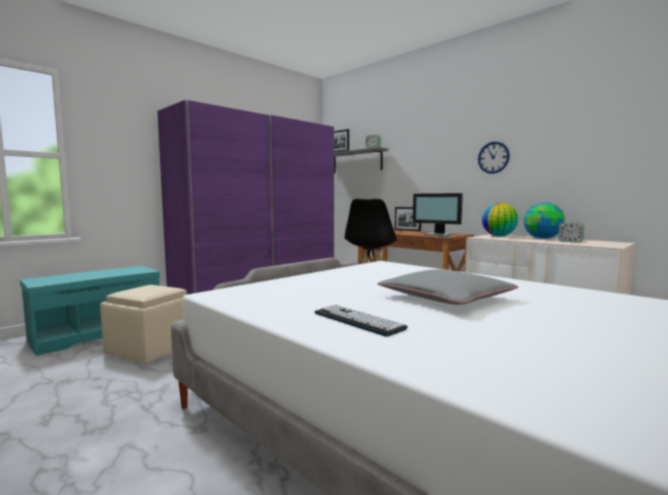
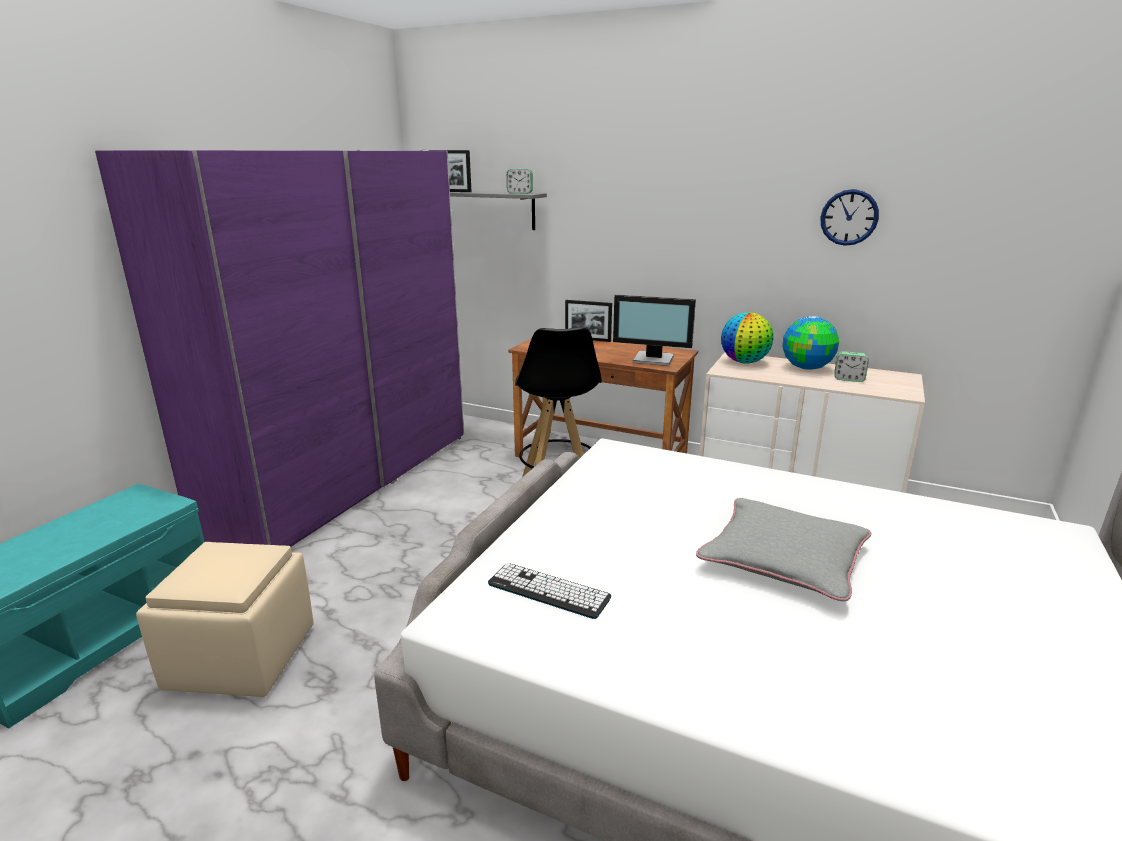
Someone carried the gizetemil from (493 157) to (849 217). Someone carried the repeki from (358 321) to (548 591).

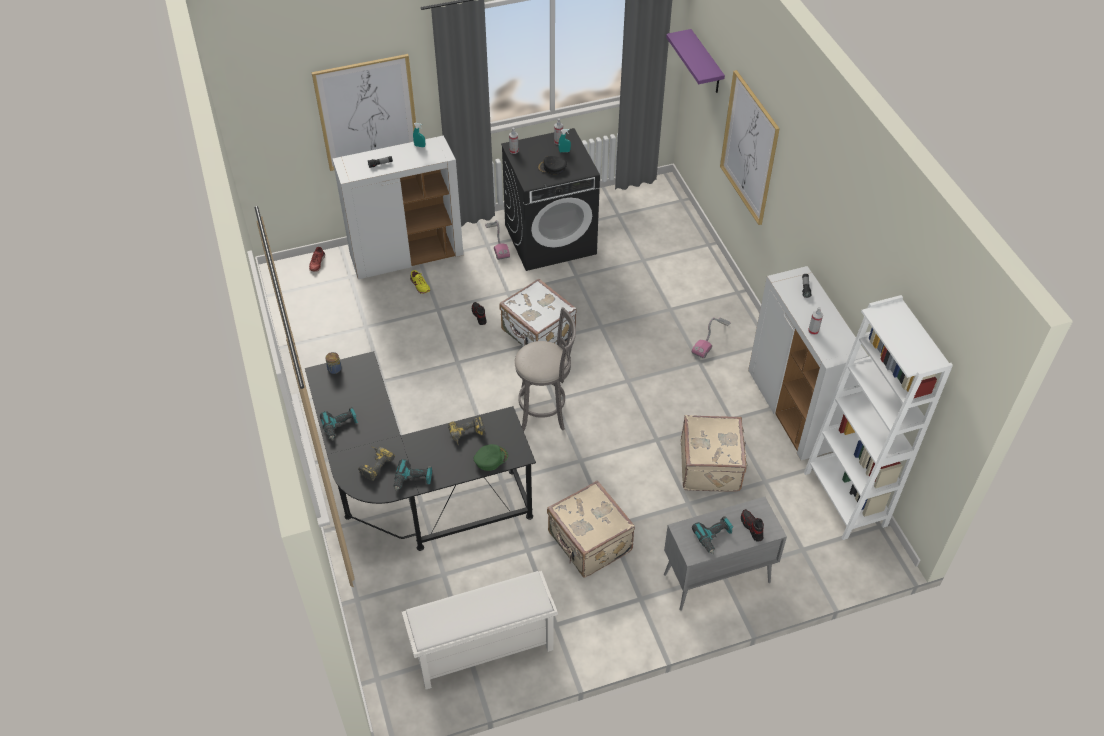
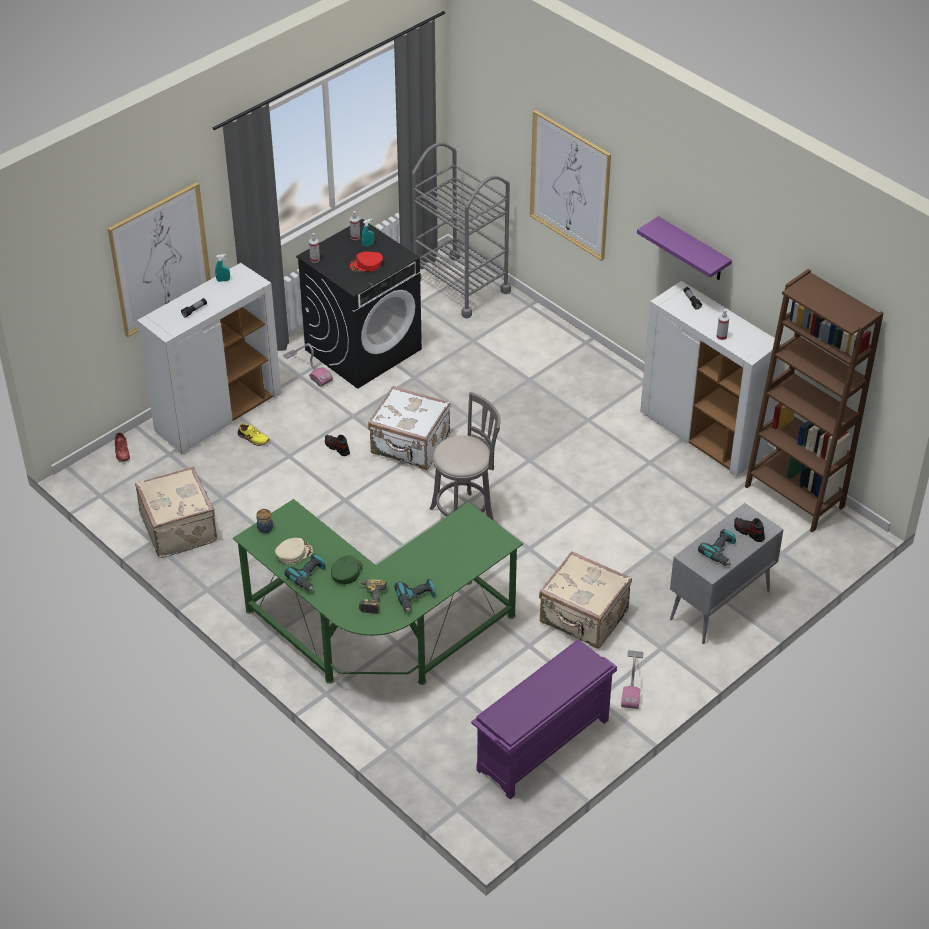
Someone carried the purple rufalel from (706 63) to (693 250). Someone repainted the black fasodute at (552 168), which became the red fasodute at (366 264). Someone repainted the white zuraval at (845 499), which became the brown zuraval at (794 496). Someone carried the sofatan from (711 338) to (632 681). Someone repainted the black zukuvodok at (411 493), which became the green zukuvodok at (379 636). Someone carried the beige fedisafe from (711 466) to (180 528). Someone took away the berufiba at (467 435). Someone carried the green fasodute from (490 458) to (346 572). Someone repainted the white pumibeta at (482 651), which became the purple pumibeta at (542 746). Someone put down the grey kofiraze at (460 286). Someone put down the beige fasodute at (294 553).

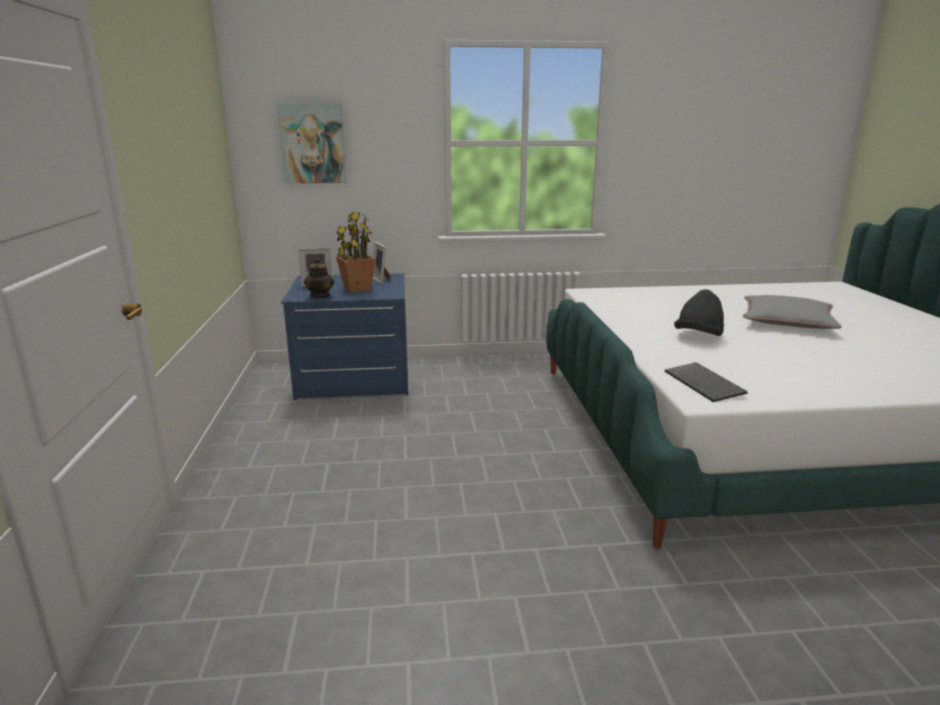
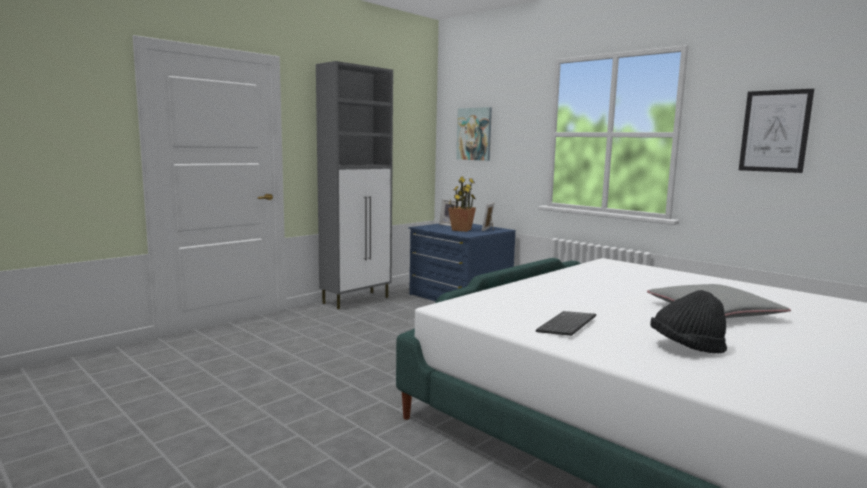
Someone took away the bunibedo at (320 296). Someone carried the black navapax from (698 336) to (686 348). Someone carried the repeki from (705 384) to (568 326). Someone put down the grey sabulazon at (357 300). Someone put up the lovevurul at (774 131).

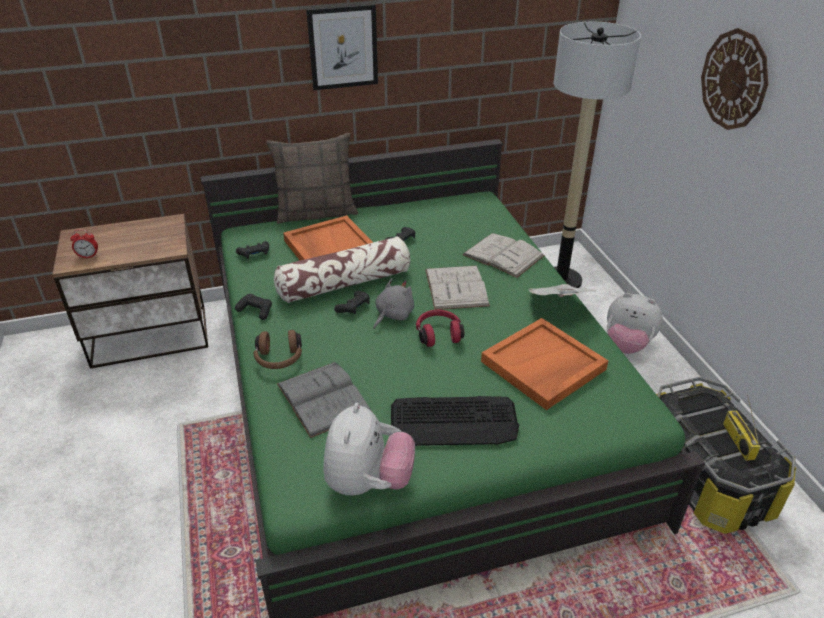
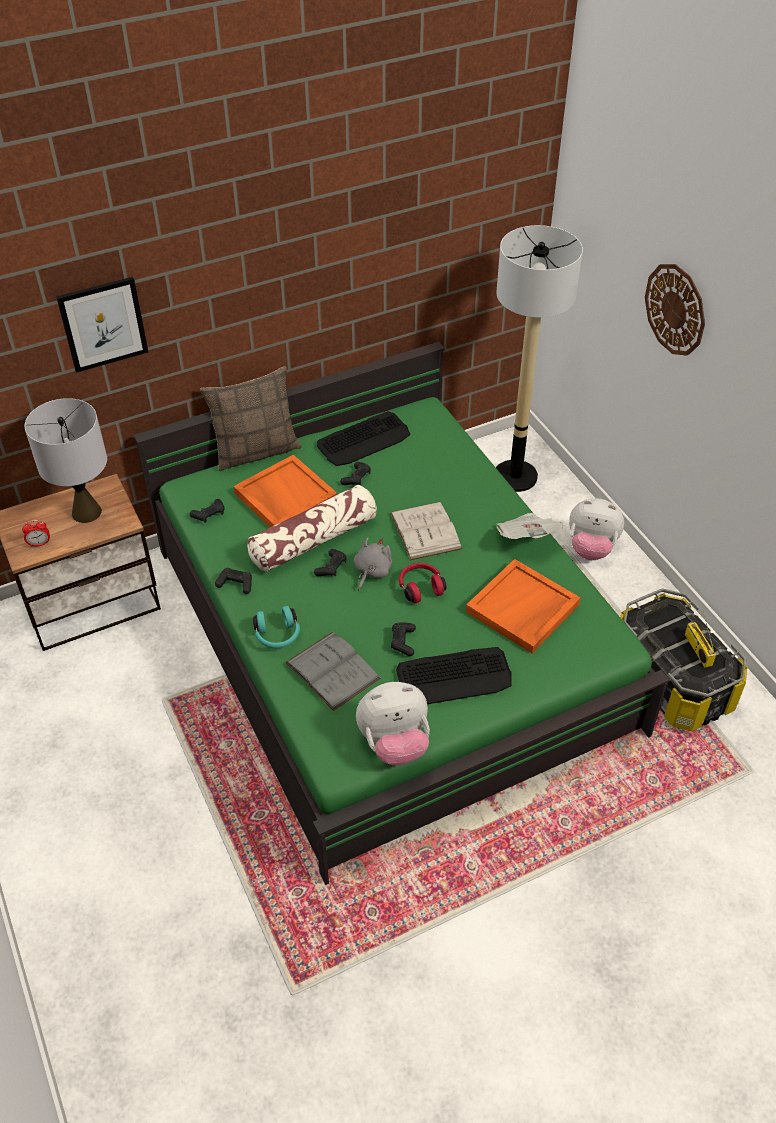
Someone carried the lovevurul from (343 47) to (103 324). Someone took away the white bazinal at (503 255). Someone repainted the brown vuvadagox at (279 359), which became the turquoise vuvadagox at (277 635). Someone rotated the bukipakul at (368 482) by 75 degrees clockwise. Someone put down the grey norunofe at (87 512). Someone put down the repeki at (364 440). Someone put down the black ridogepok at (403 642).

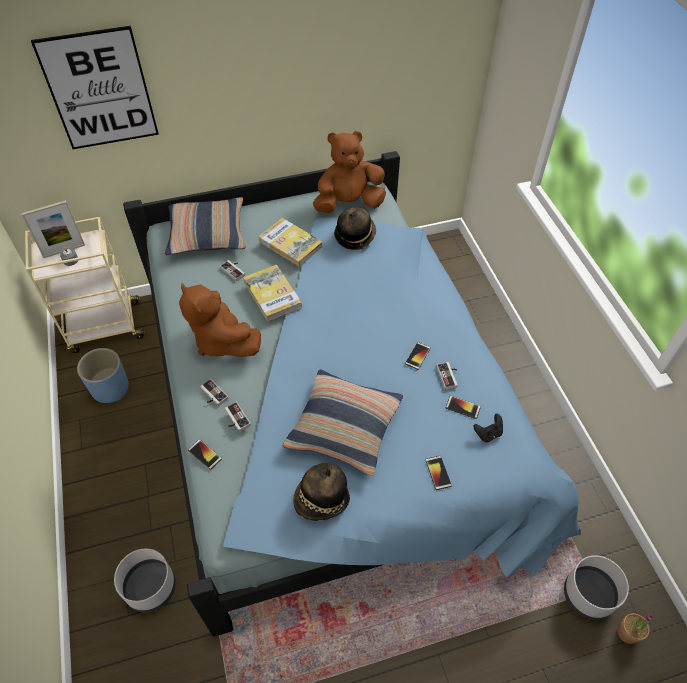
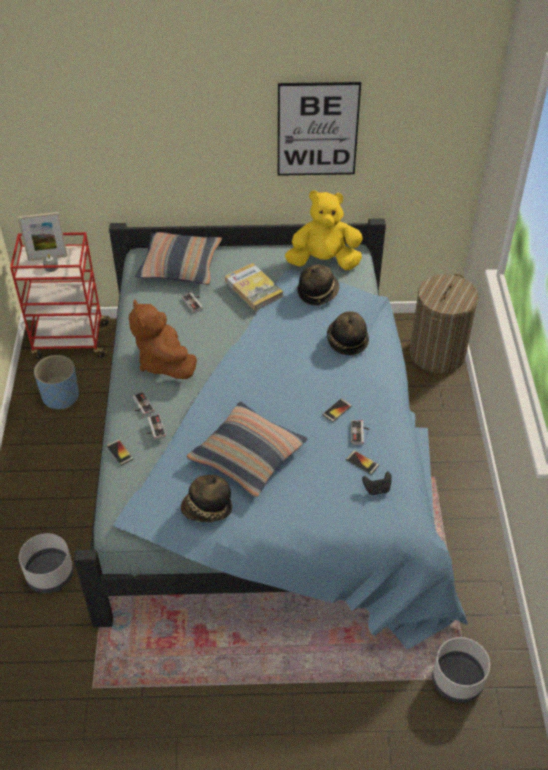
Someone carried the lovevurul from (99 90) to (317 129). Someone repainted the brown bukipakul at (349 203), which became the yellow bukipakul at (324 261). Someone repainted the beige kofiraze at (104 327), which became the red kofiraze at (69 340). Someone took away the bazinal at (272 294). Someone took away the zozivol at (438 473). Someone took away the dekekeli at (627 633). Someone put down the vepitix at (437 353). Someone put down the navapax at (346 340).

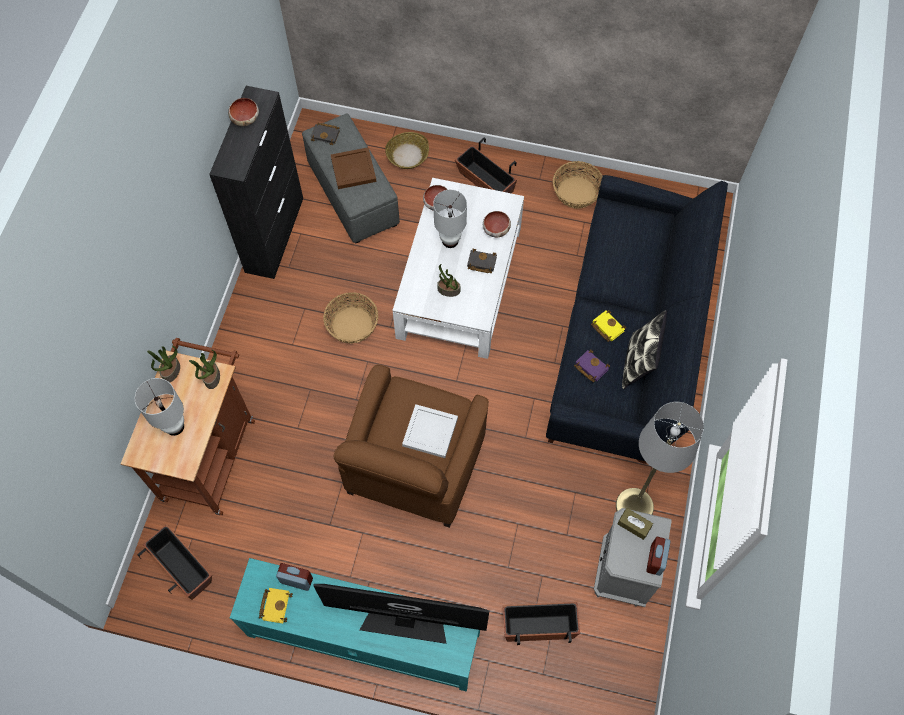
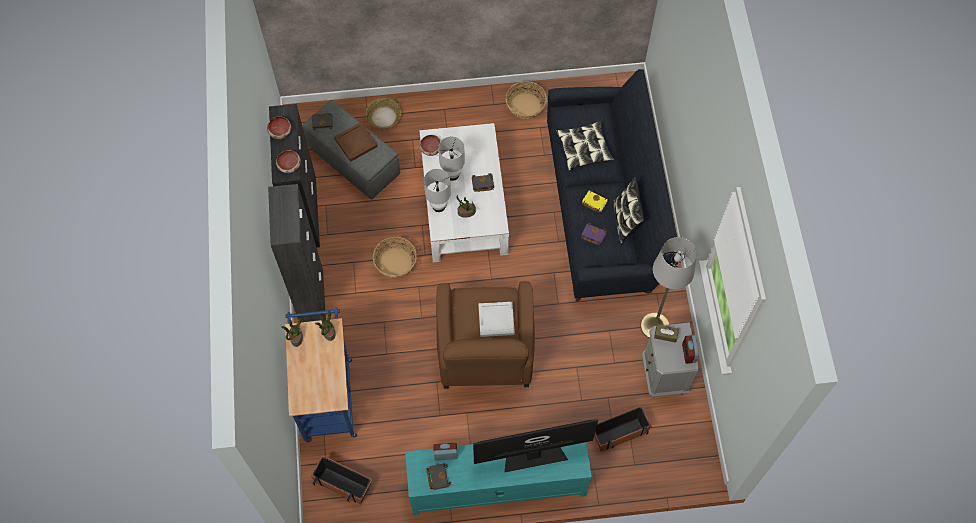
Someone took away the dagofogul at (485 182). Someone carried the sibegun from (496 229) to (289 166). Someone repainted the brown kofiraze at (210 453), which became the blue kofiraze at (327 394). Someone carried the white norunofe from (175 427) to (439 206). Someone repainted the yellow bazinal at (275 605), which became the black bazinal at (437 476). Someone put down the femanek at (584 149). Someone put down the black sabulazon at (311 296).

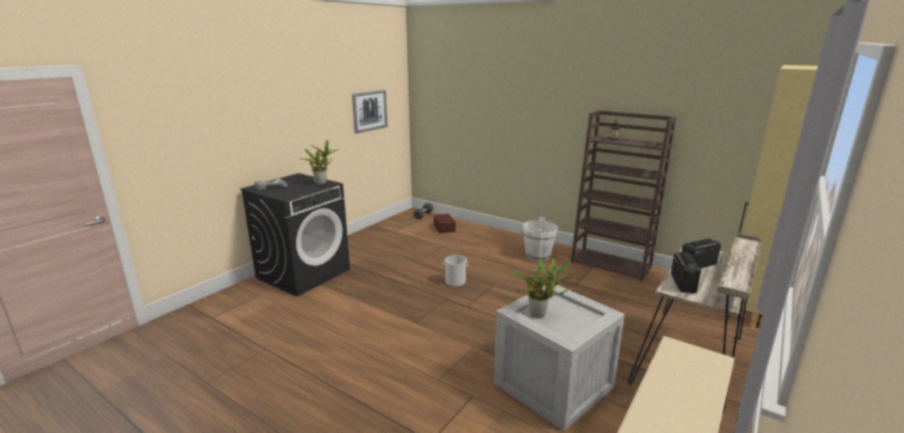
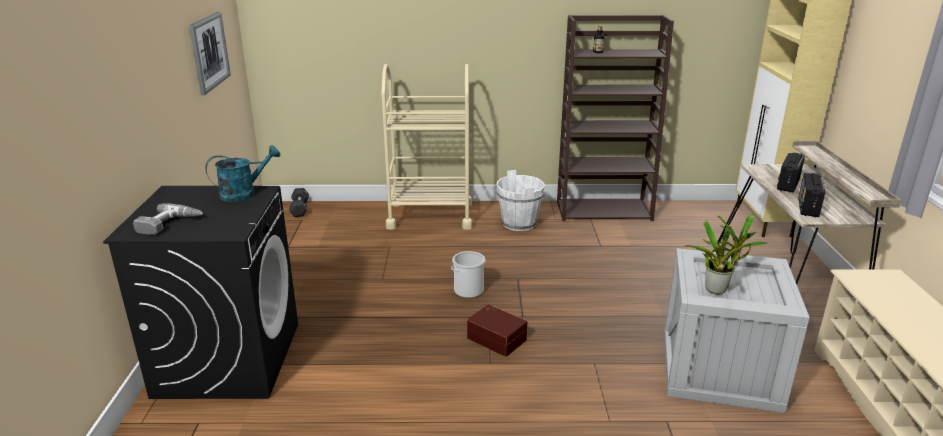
Someone swapped the dekekeli at (322 183) for the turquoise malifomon at (244 193). Someone carried the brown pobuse from (445 228) to (497 338). Someone rotated the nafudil at (682 283) by 135 degrees counterclockwise. Someone put down the beige kofiraze at (430 215).

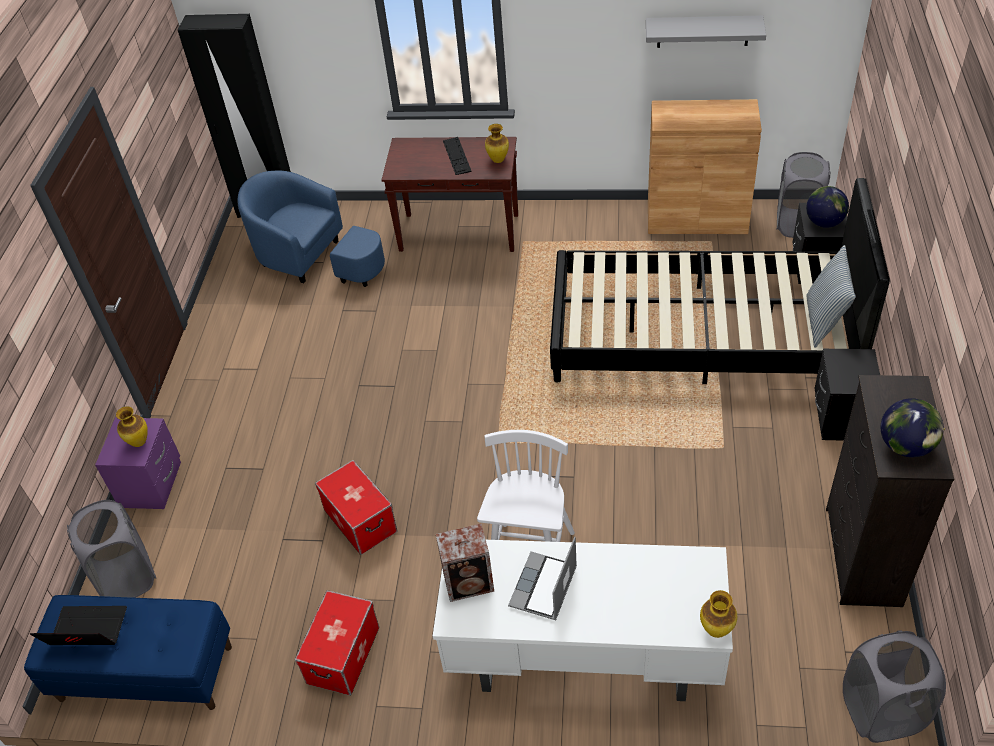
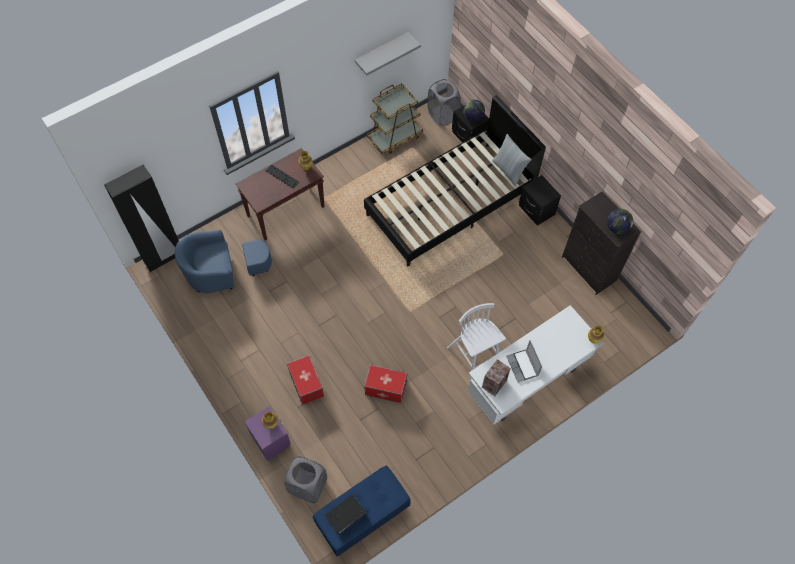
Someone swapped the brown sabulazon at (696 218) for the brown kofiraze at (395 137). Someone carried the pobuse from (343 654) to (306 384). Someone took away the grey vepitix at (881 711).

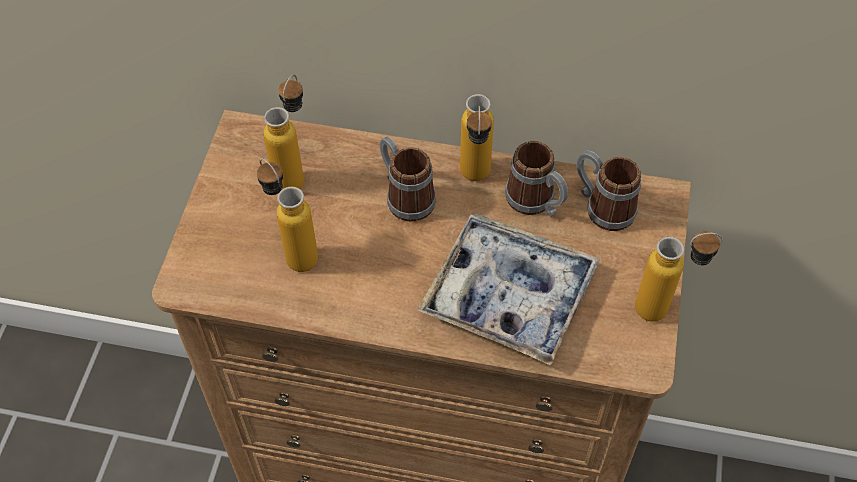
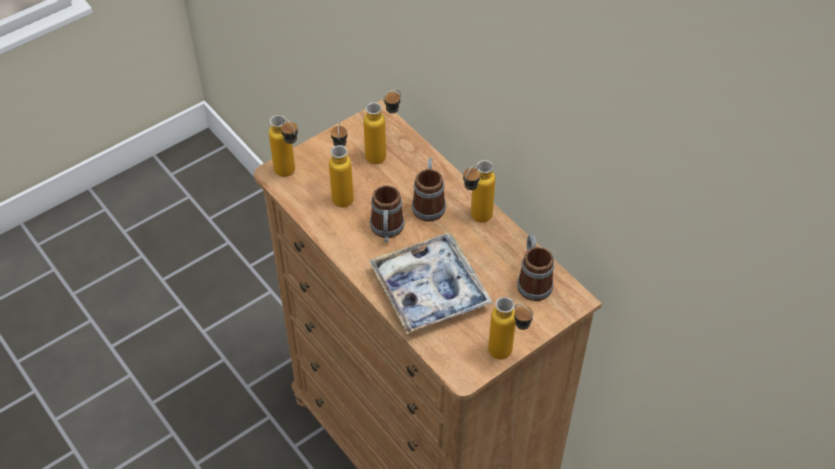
Someone carried the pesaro from (536 202) to (387 231). Someone put down the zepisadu at (289 175).

